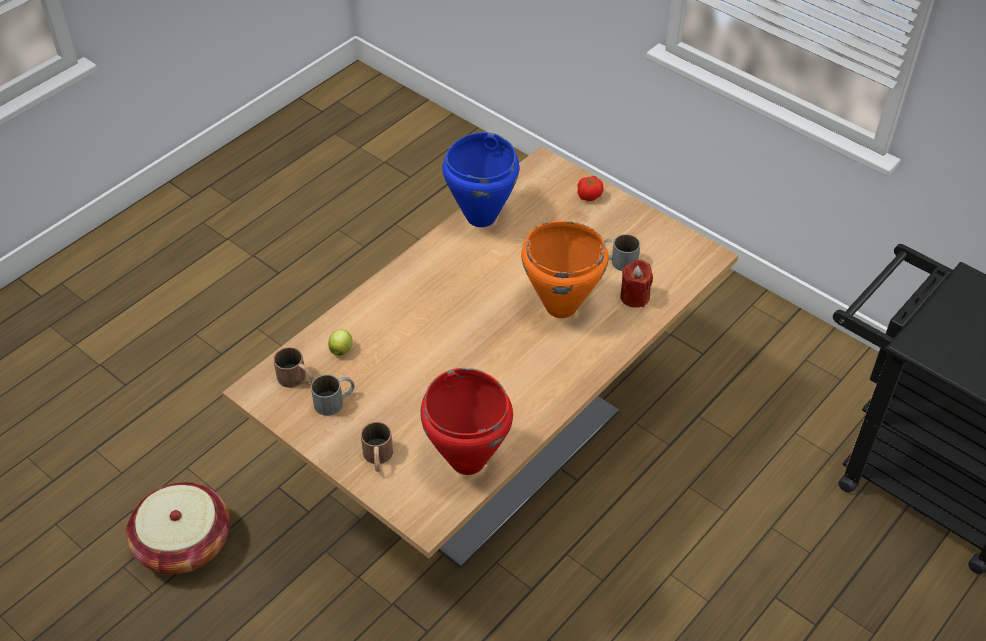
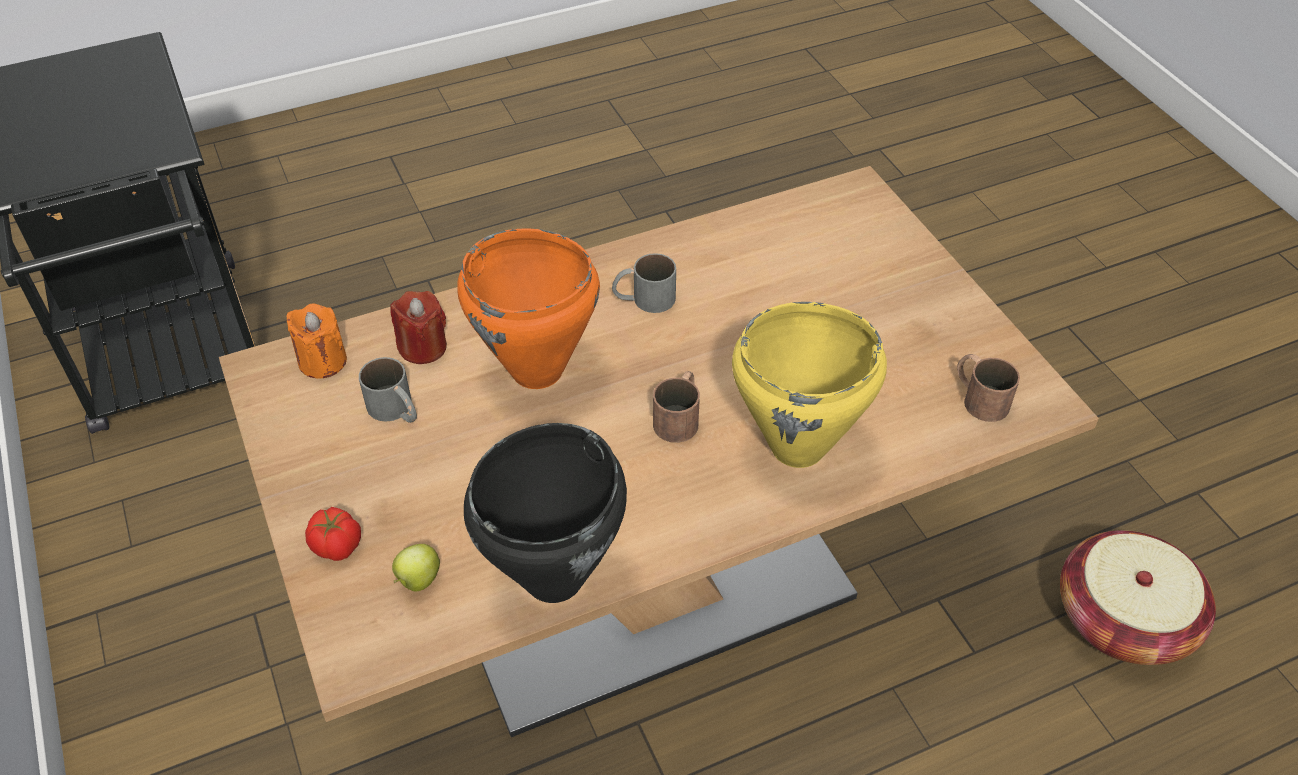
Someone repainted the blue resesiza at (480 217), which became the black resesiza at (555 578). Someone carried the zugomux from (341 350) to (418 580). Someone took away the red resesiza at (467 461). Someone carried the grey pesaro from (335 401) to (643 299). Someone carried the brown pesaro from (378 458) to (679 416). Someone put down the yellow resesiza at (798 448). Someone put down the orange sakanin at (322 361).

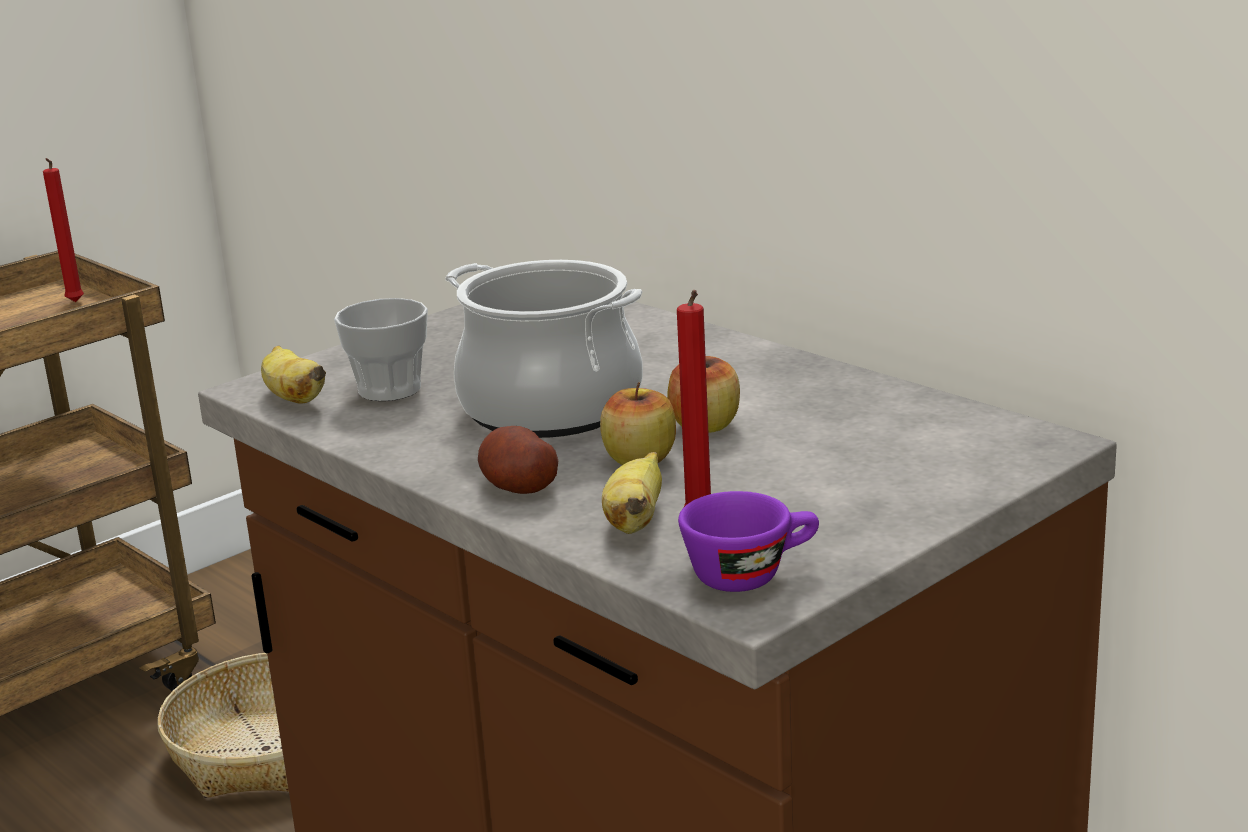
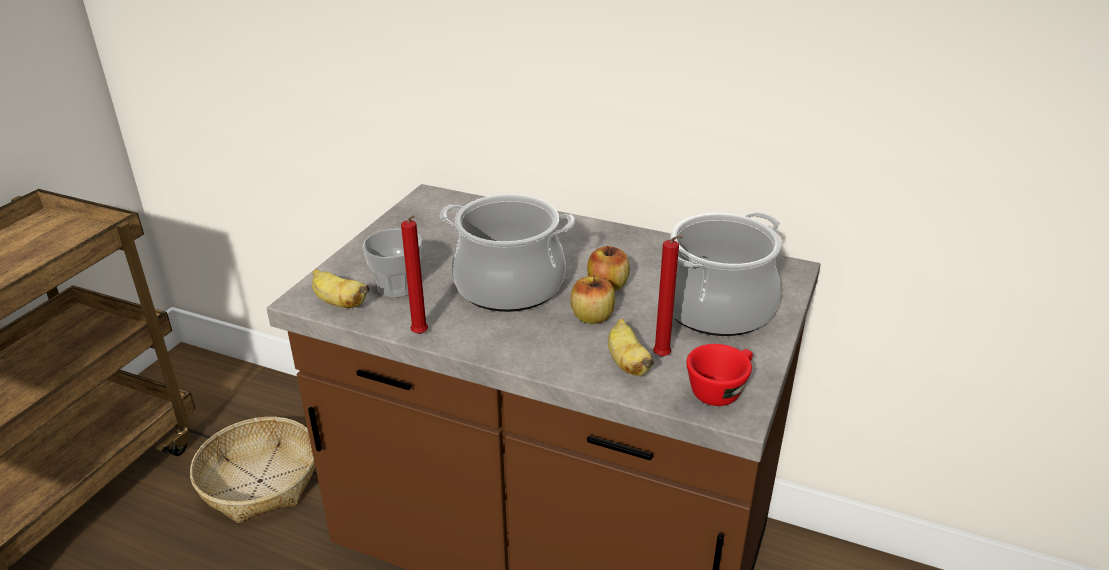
Someone carried the red sakanin from (75 303) to (421 335). Someone took away the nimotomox at (518 487). Someone repainted the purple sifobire at (751 574), which became the red sifobire at (720 389). Someone put down the resesiza at (716 308).

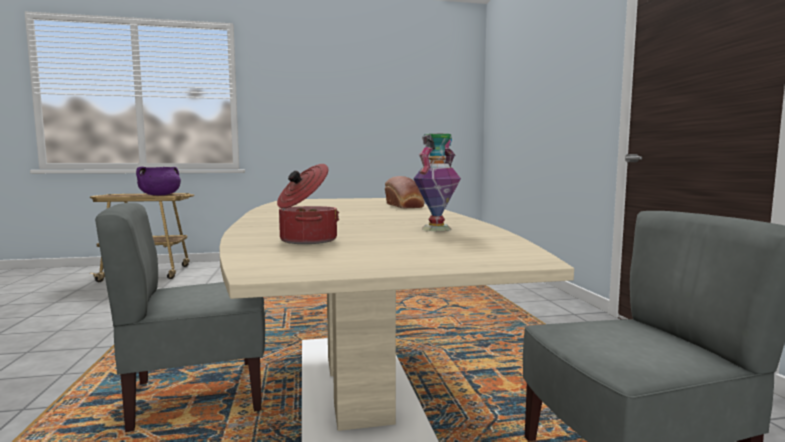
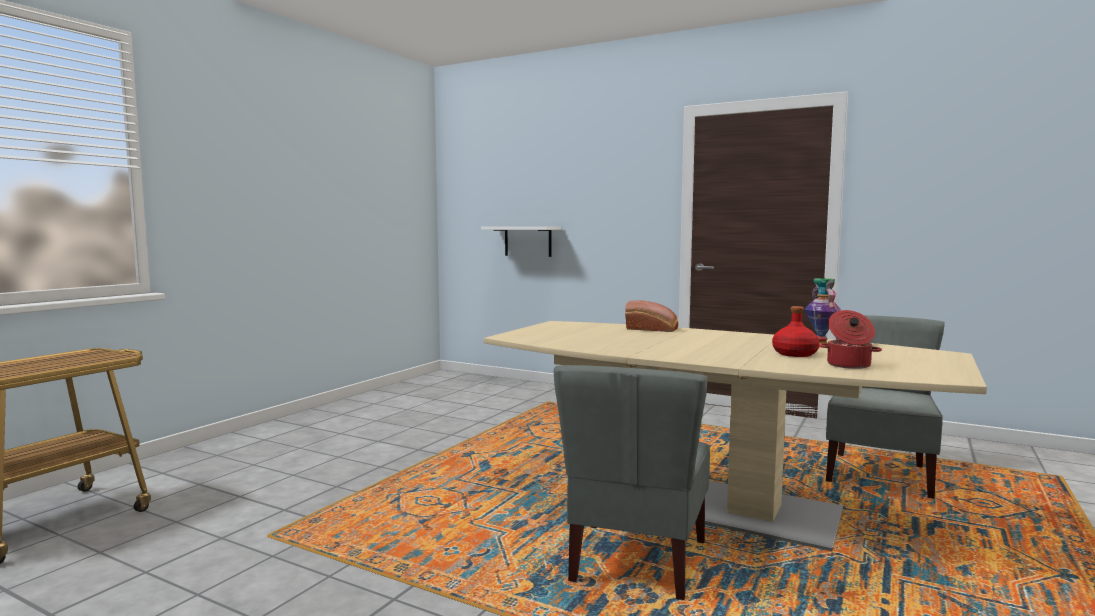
Someone took away the purple resesiza at (160 195). Someone put up the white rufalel at (528 241). Someone put down the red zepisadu at (794 354).

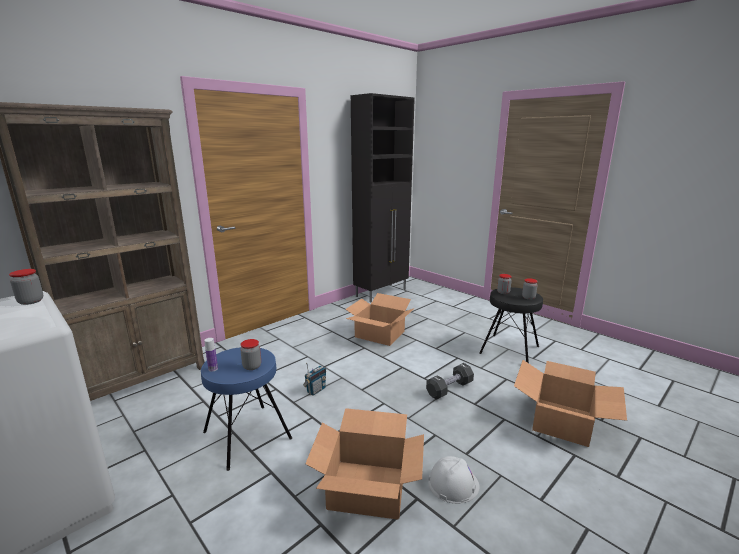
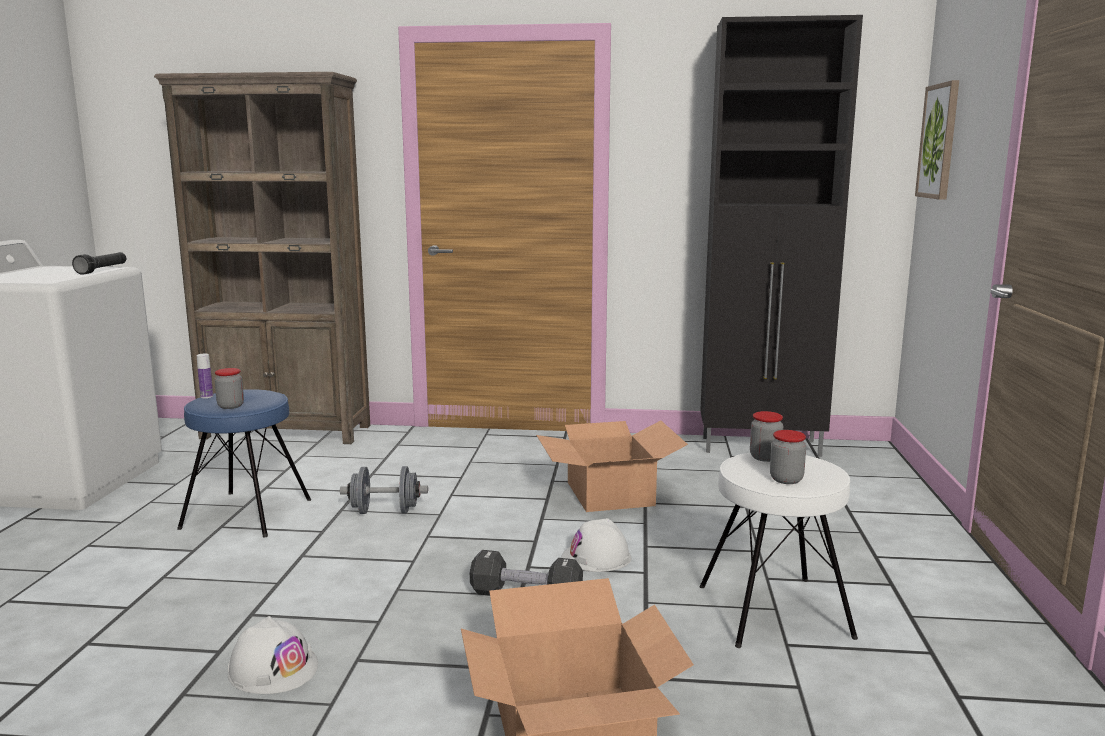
Someone swapped the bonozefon at (31 301) for the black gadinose at (103 270). Someone repainted the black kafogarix at (510 349), which became the white kafogarix at (775 611). Someone swapped the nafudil at (316 390) for the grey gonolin at (385 511). Someone took away the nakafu at (367 487). Someone put up the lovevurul at (939 141). Someone put down the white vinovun at (596 557).

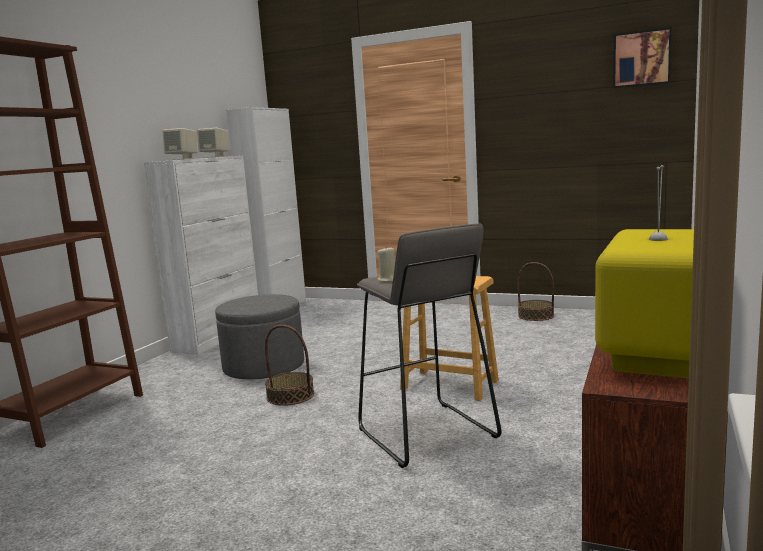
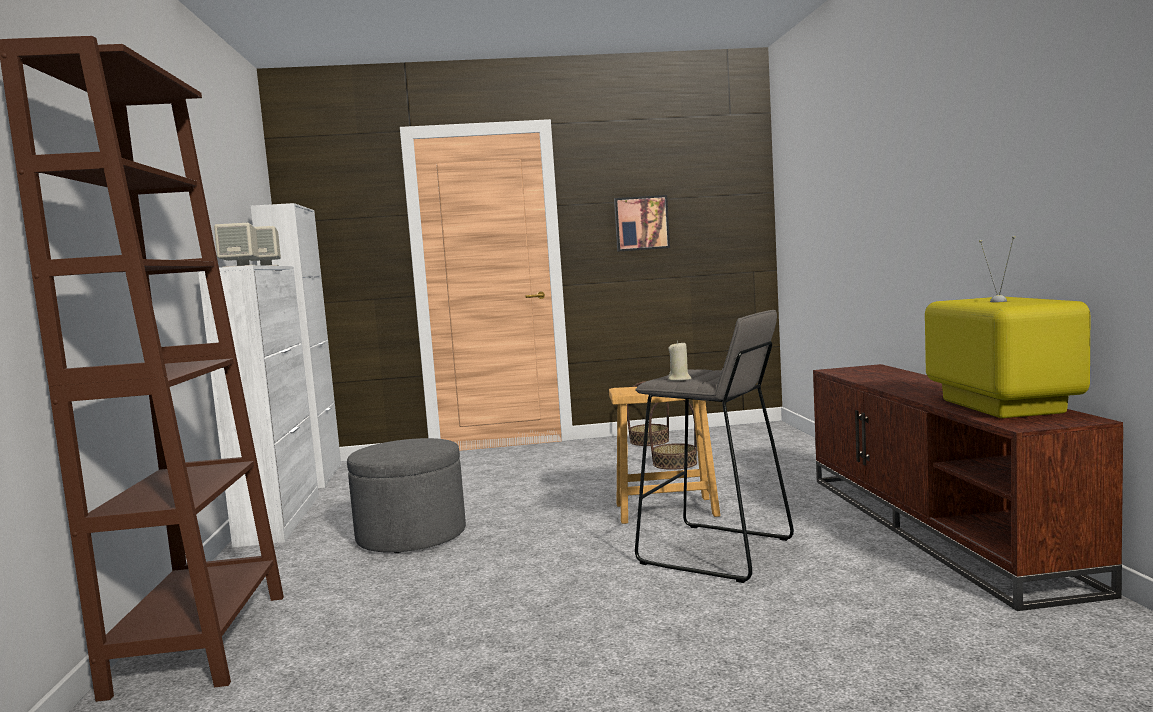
Someone carried the lovevurul from (641 58) to (641 223). Someone carried the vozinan from (290 396) to (674 463).

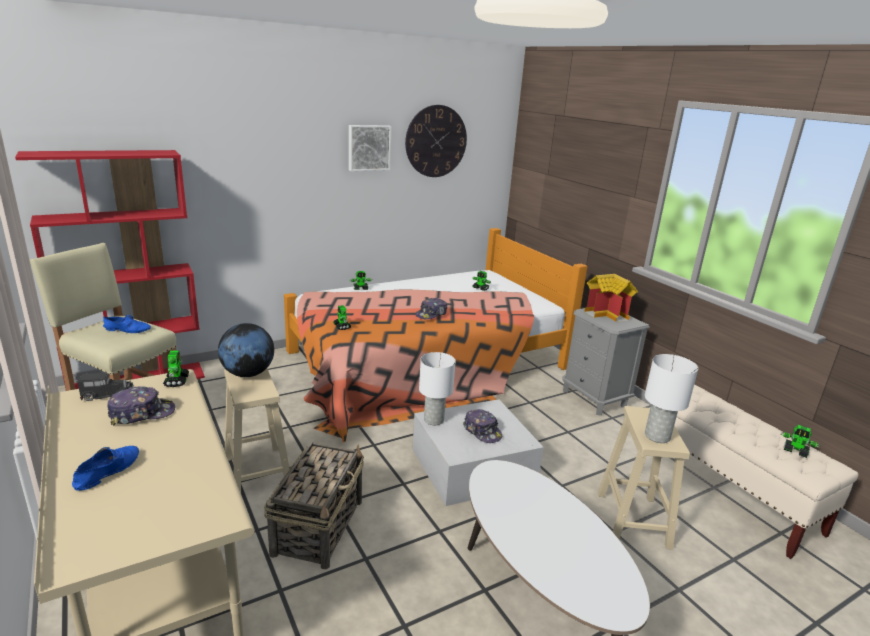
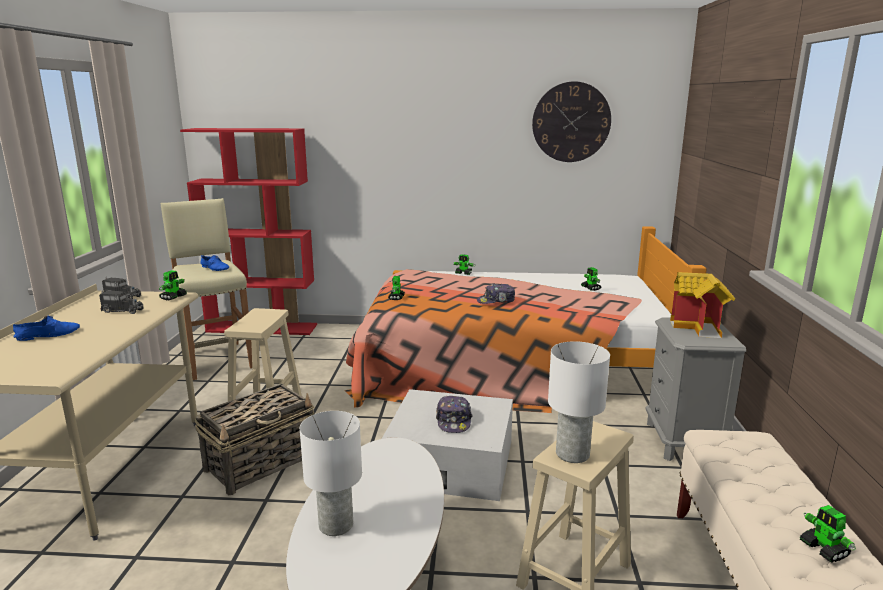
Someone took away the lovevurul at (368 147). Someone took away the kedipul at (248 373). Someone carried the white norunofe from (434 419) to (337 525). Someone swapped the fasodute at (142 413) for the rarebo at (121 310).

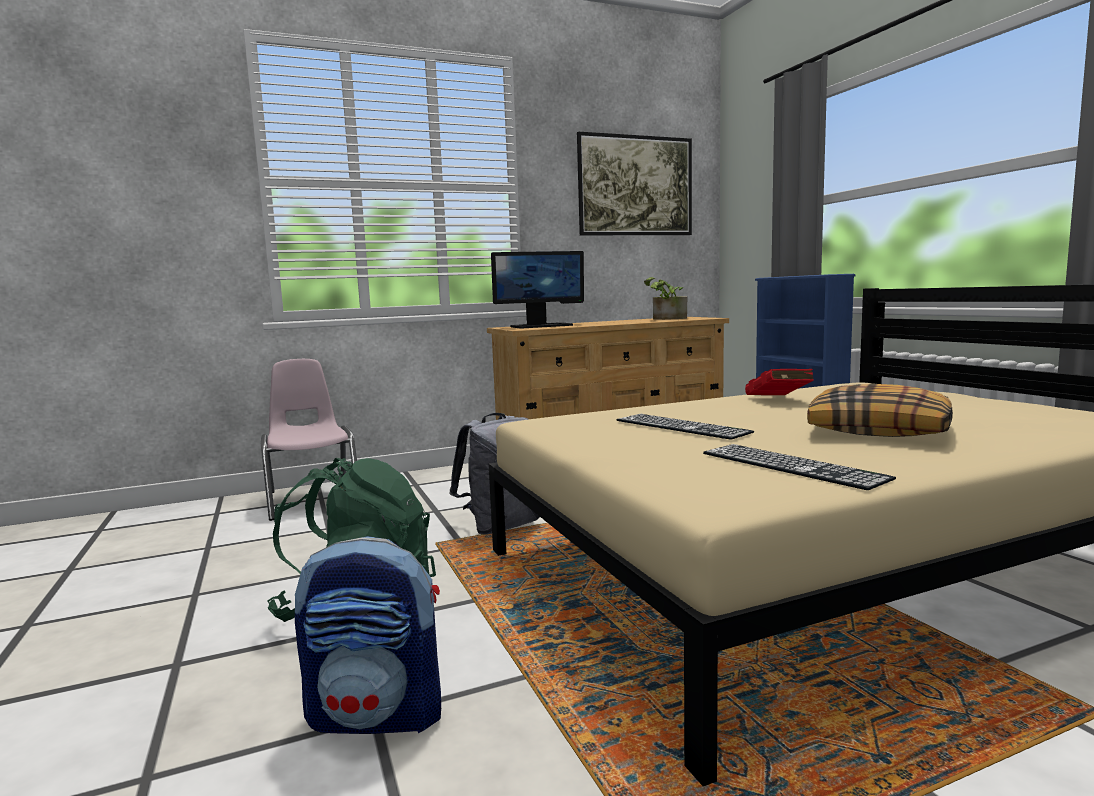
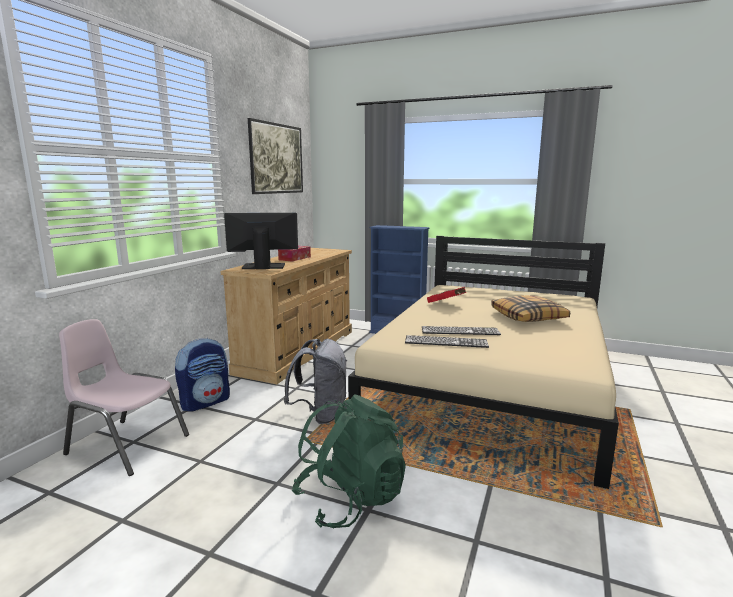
Someone rotated the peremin at (541 326) by 120 degrees counterclockwise. Someone took away the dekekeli at (666 319). Someone carried the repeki from (791 465) to (446 341). Someone carried the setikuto from (378 714) to (205 402). Someone put down the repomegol at (294 258).

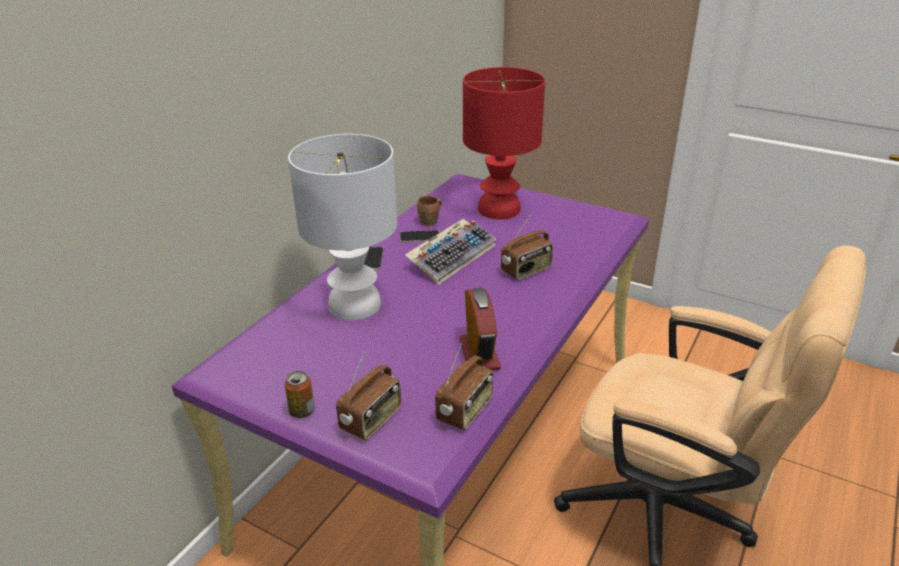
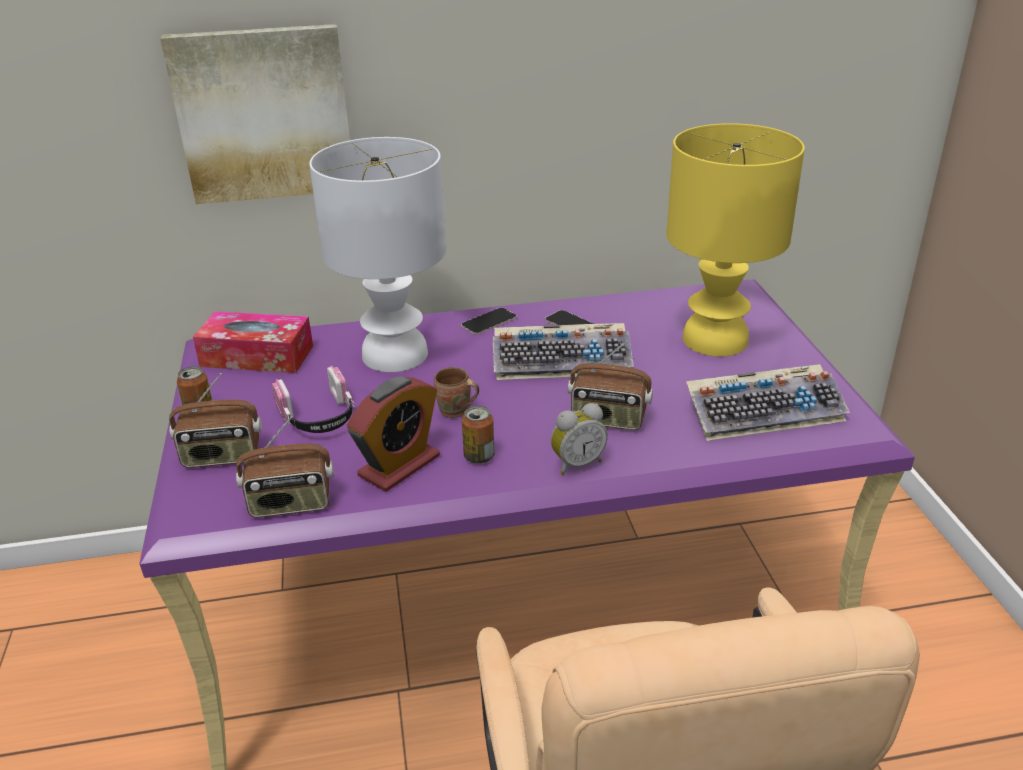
Someone repainted the red norunofe at (500 209), which became the yellow norunofe at (717 340). Someone carried the brown pesaro from (430 222) to (455 412). Someone put up the lovevurul at (264 114). Someone put down the repomegol at (257 356). Someone put down the repeki at (765 412). Someone put down the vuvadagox at (319 417). Someone put down the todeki at (576 463). Someone put down the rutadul at (479 456).

